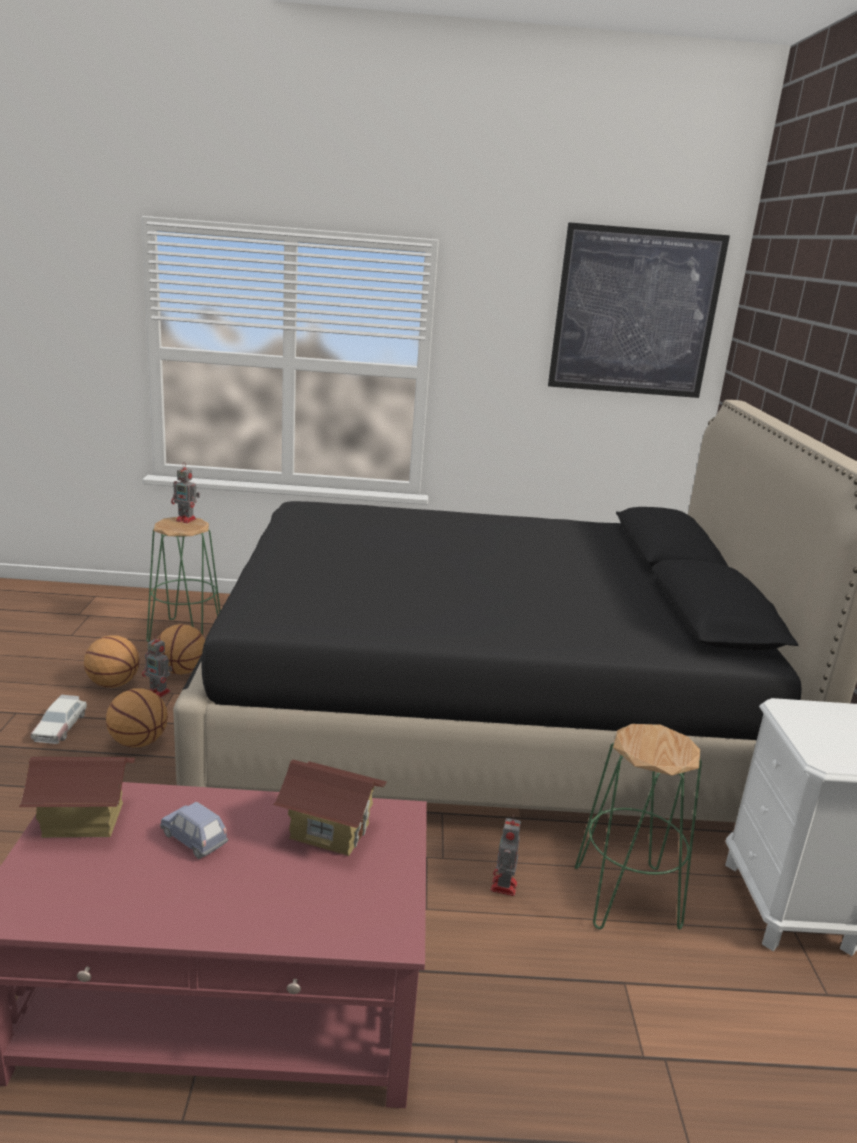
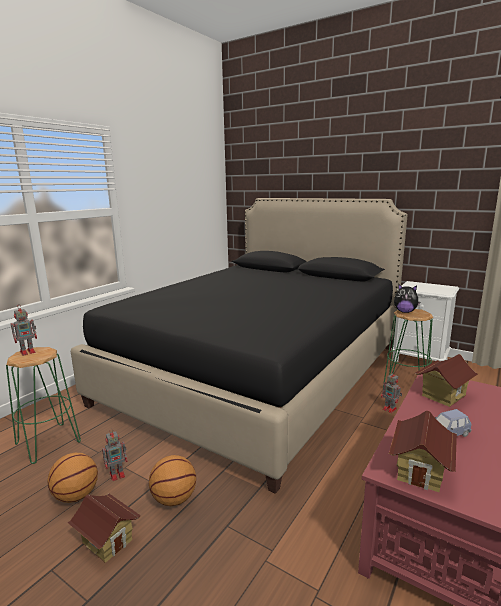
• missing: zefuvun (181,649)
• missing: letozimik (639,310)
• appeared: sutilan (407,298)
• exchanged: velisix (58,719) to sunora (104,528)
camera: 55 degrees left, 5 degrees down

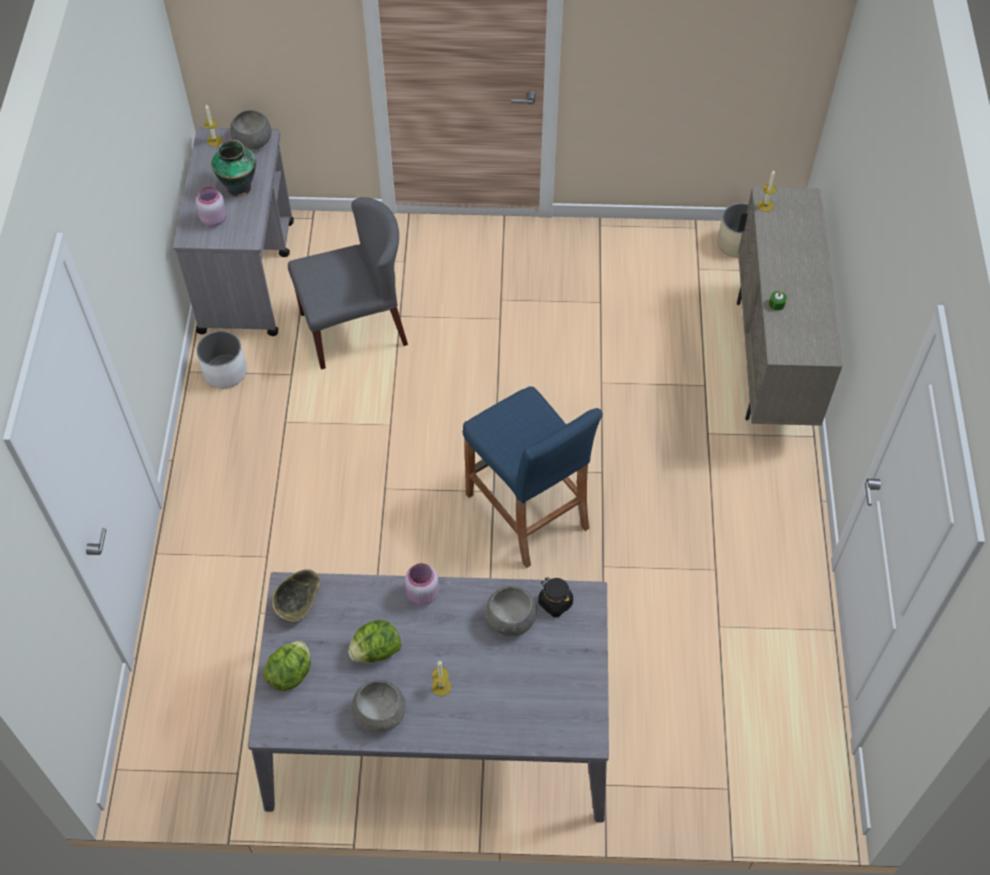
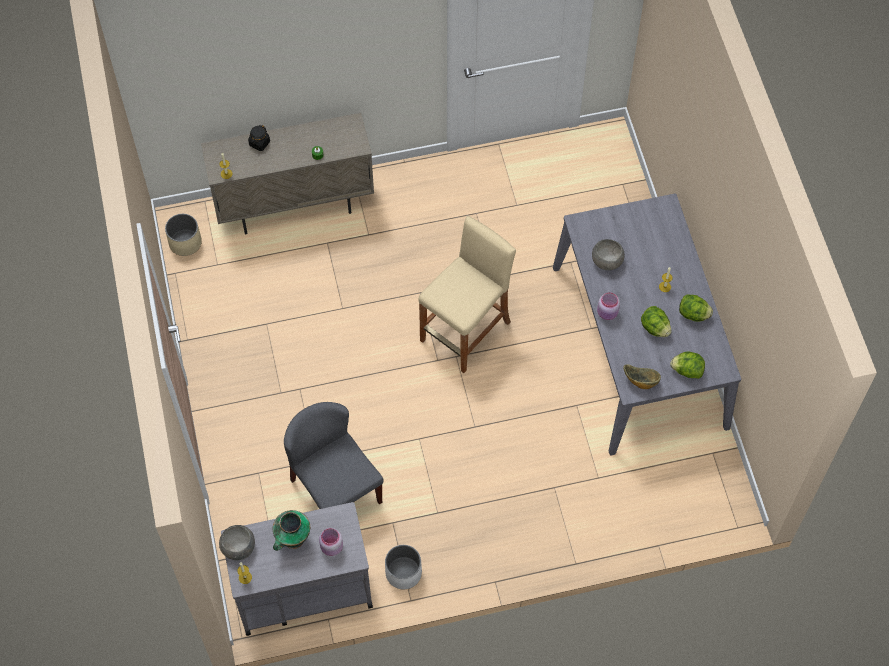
• relocated: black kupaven (555,597) to (259,138)
• exchanged: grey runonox (379,706) to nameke (696,308)
• colour: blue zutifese (533,477) to beige zutifese (467,294)
camera: 105 degrees left, 5 degrees up

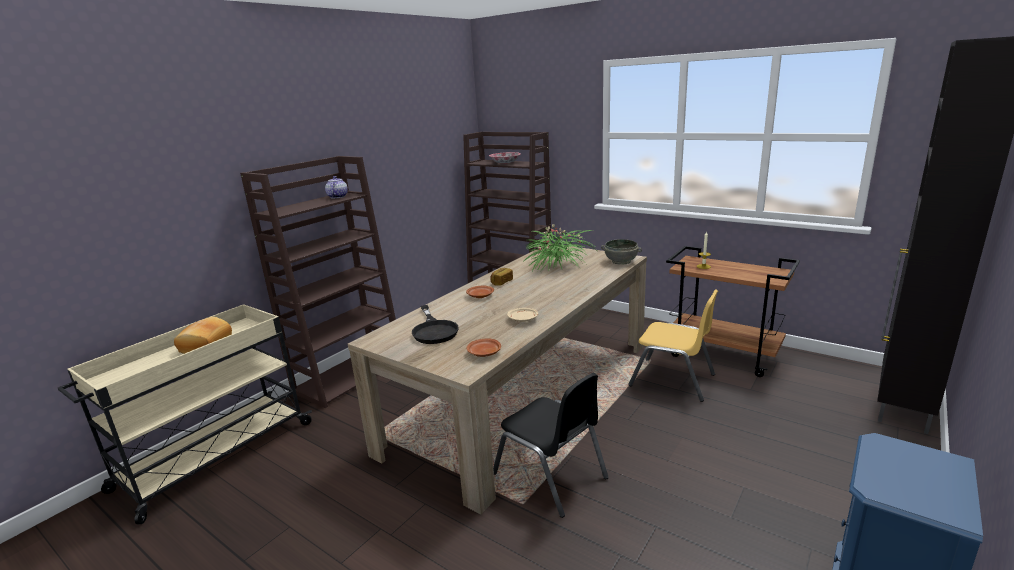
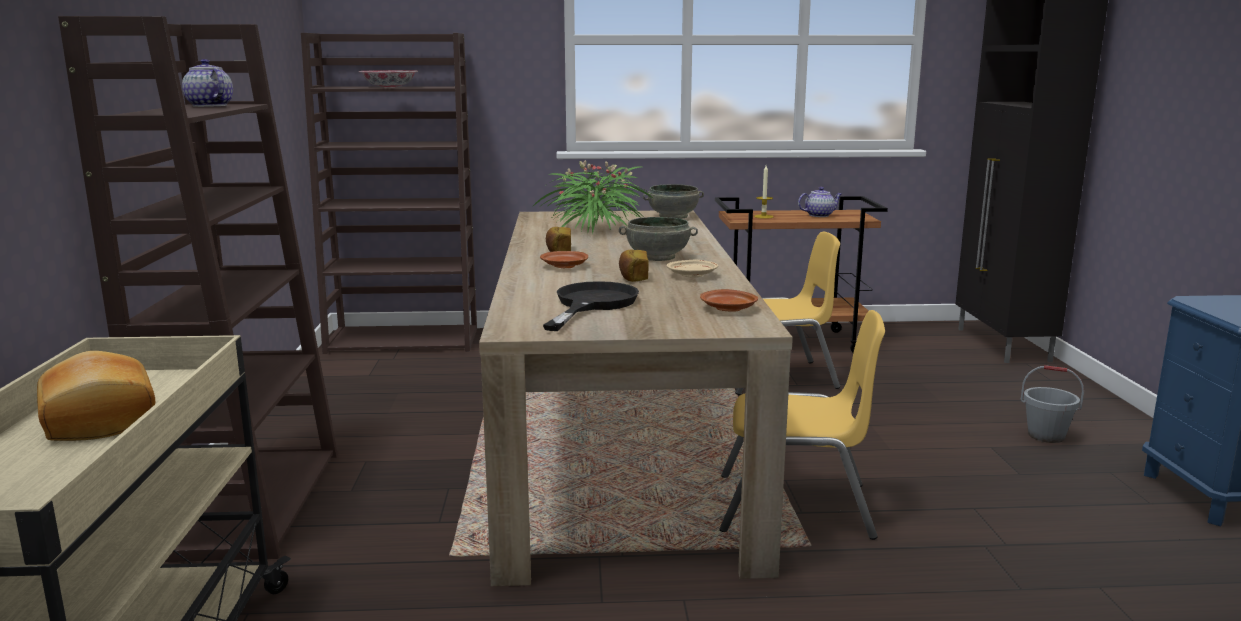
• appeared: grey runonox (658,239)
• appeared: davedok (634,265)
• appeared: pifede (820,202)
• appeared: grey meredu (1052,404)
• colour: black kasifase (551,445) to yellow kasifase (802,425)
• spun: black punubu (435,324) = (591,306) 105 degrees counterclockwise
camera: 40 degrees left, 5 degrees down

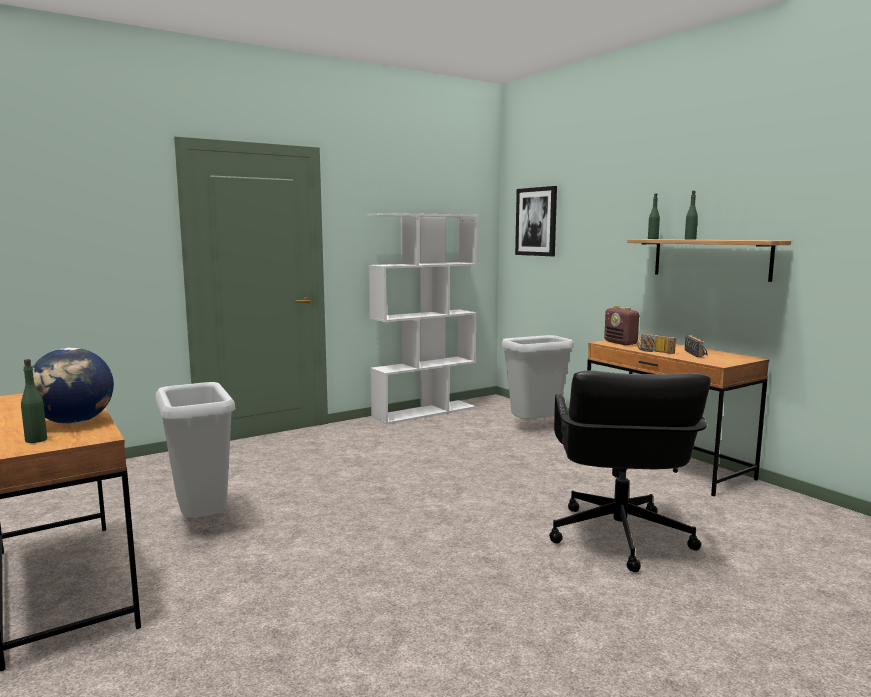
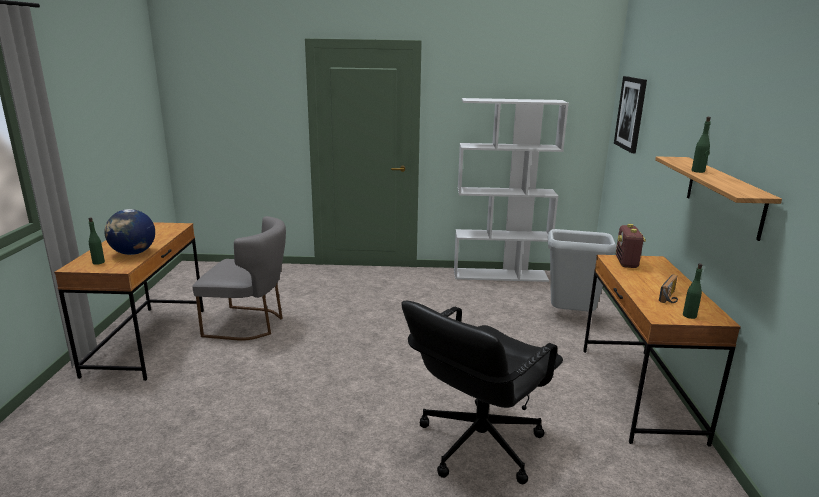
• missing: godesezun (657,344)
• relocated: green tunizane (654,216) to (692,291)
• exchanged: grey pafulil (195,450) to grey kasifase (239,278)
camera: 35 degrees right, 10 degrees up

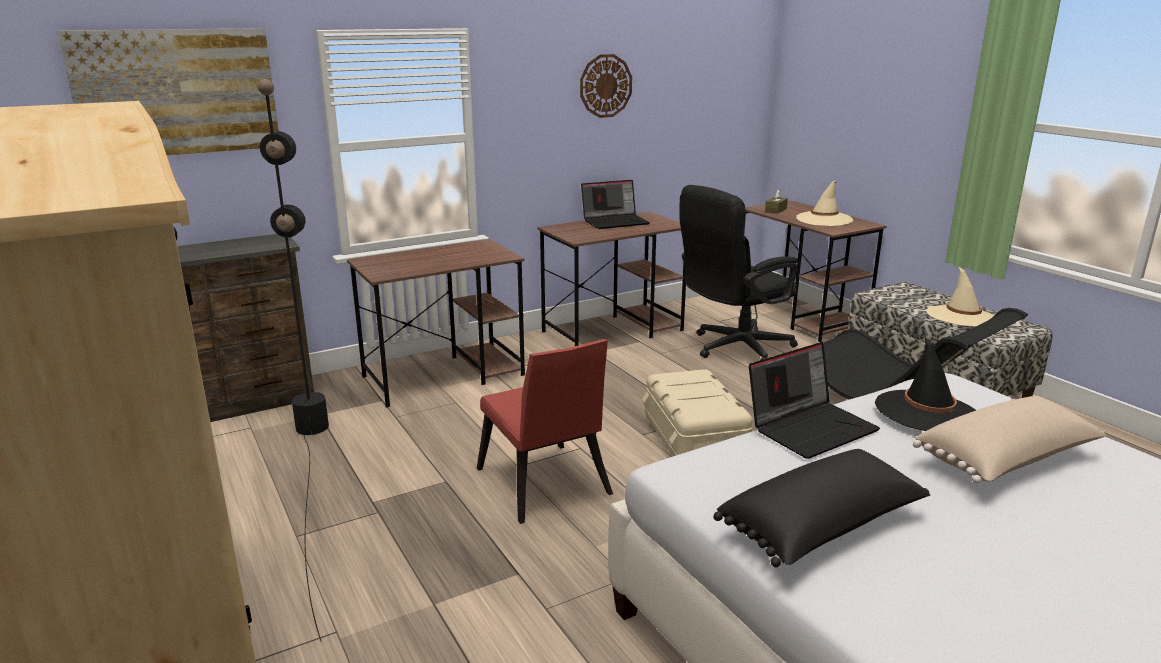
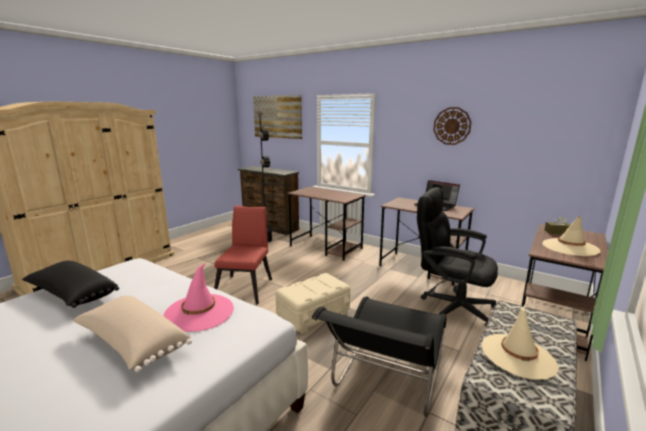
• missing: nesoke (814,400)
• colour: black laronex (925,384) to pink laronex (199,297)
• spun: red kasifase (545,431) = (243,255) 150 degrees clockwise
camera: 65 degrees right, 5 degrees down

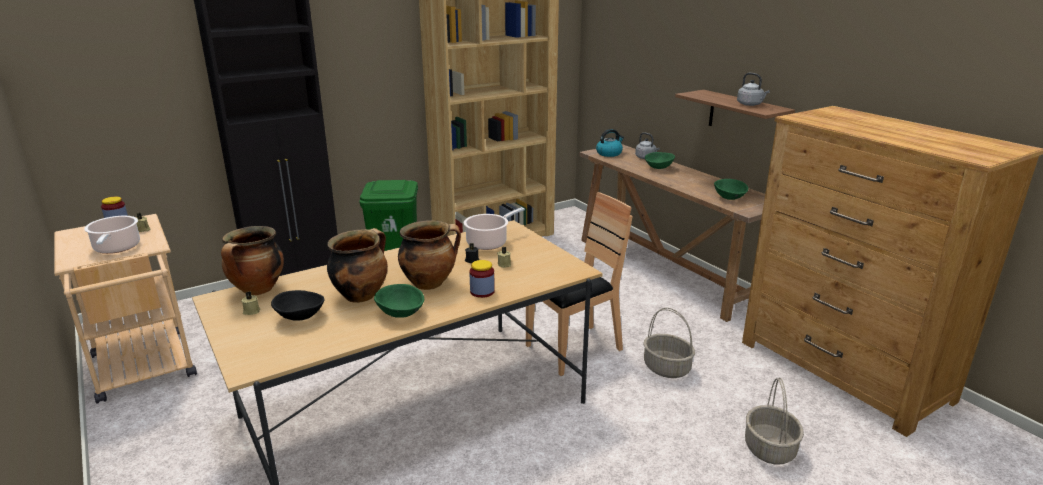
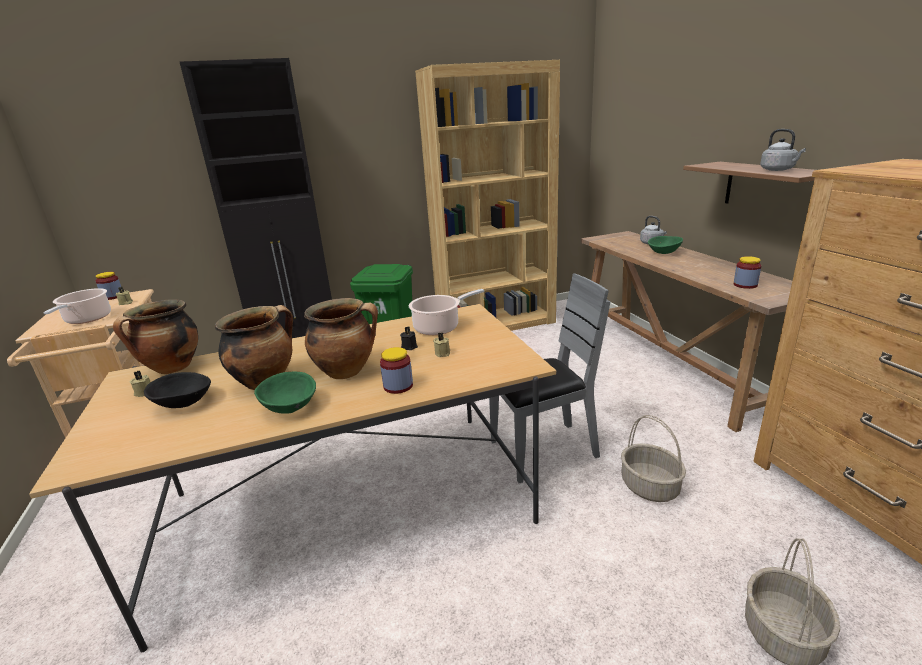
• missing: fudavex (610,143)
• exchanged: green runonox (731,189) to kupaven (747,272)
• colour: brown kasifase (579,284) to grey kasifase (549,378)
camera: 15 degrees right, 0 degrees up

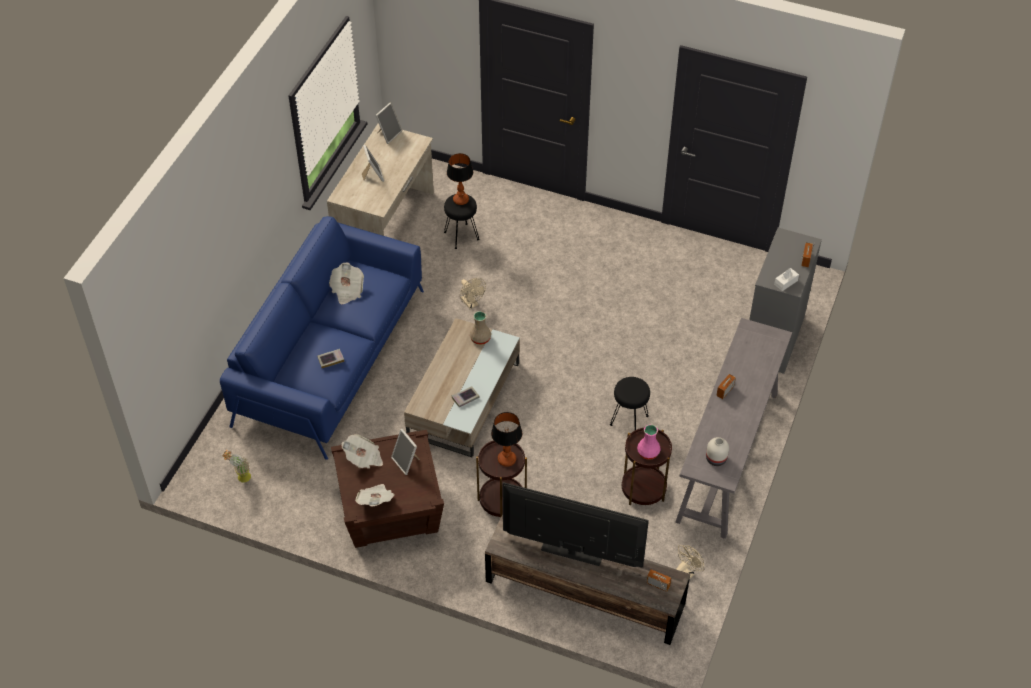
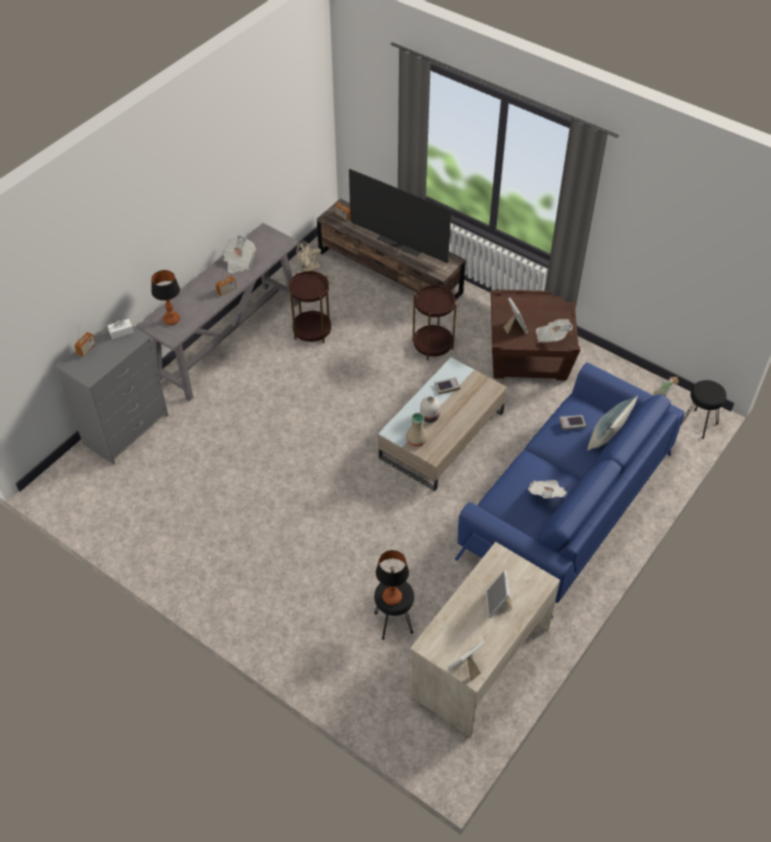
• missing: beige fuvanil (473,293)
• missing: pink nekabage (649,442)
• appeared: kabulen (613,423)
• relocated: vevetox (374,495) to (239,254)
• relocated: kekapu (506,439) to (165,297)
• relocated: black zutifese (630,403) to (704,409)
• relocated: white nekabage (717,451) to (430,409)
camera: 165 degrees left, 0 degrees up

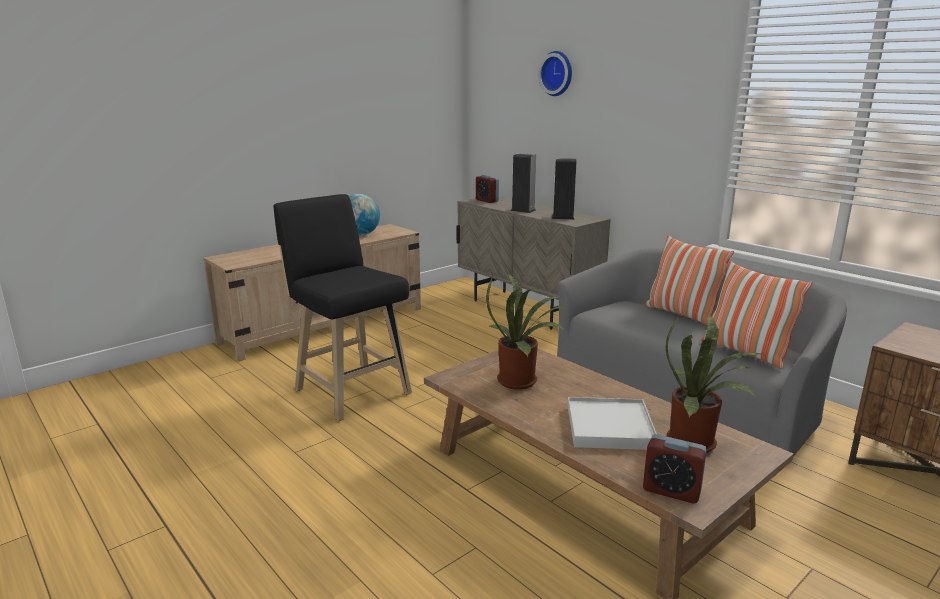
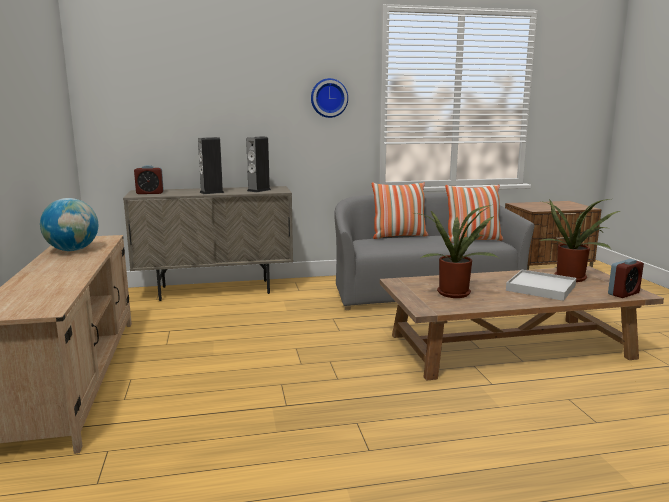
• missing: black zutifese (342,307)
• relocated: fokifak (555,73) to (329,98)
camera: 60 degrees left, 5 degrees down

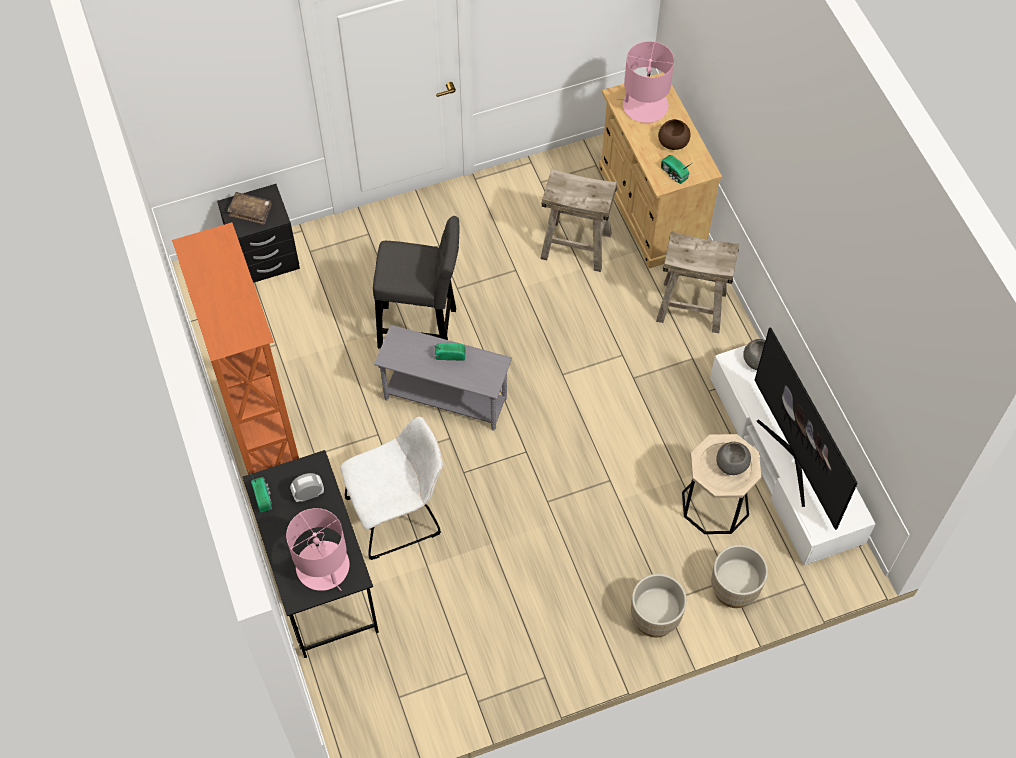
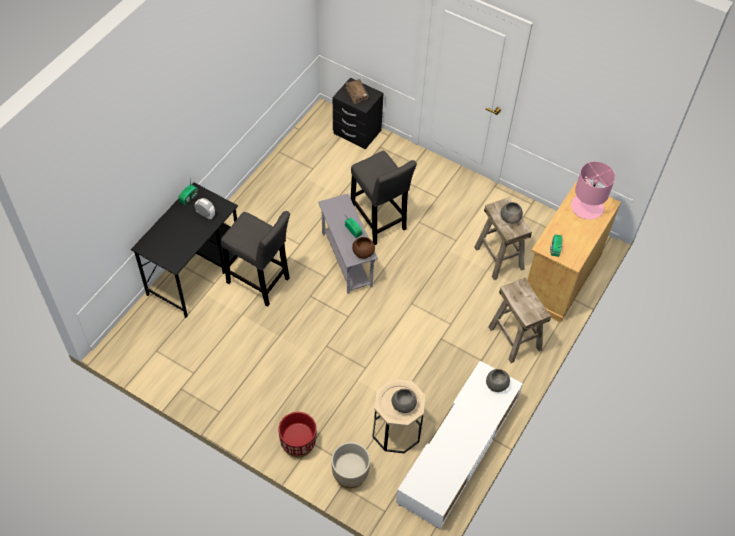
• missing: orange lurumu (235,348)
• missing: pink kekapu (318,549)
• missing: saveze (806,428)
• appeared: grey runonox (512,213)
• relocated: brown runonox (674,134) to (363,248)
• exchanged: white kasifase (391,488) to grey zutifese (255,258)
• colour: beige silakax (659,605) to red silakax (297,435)
camera: 50 degrees right, 5 degrees down

